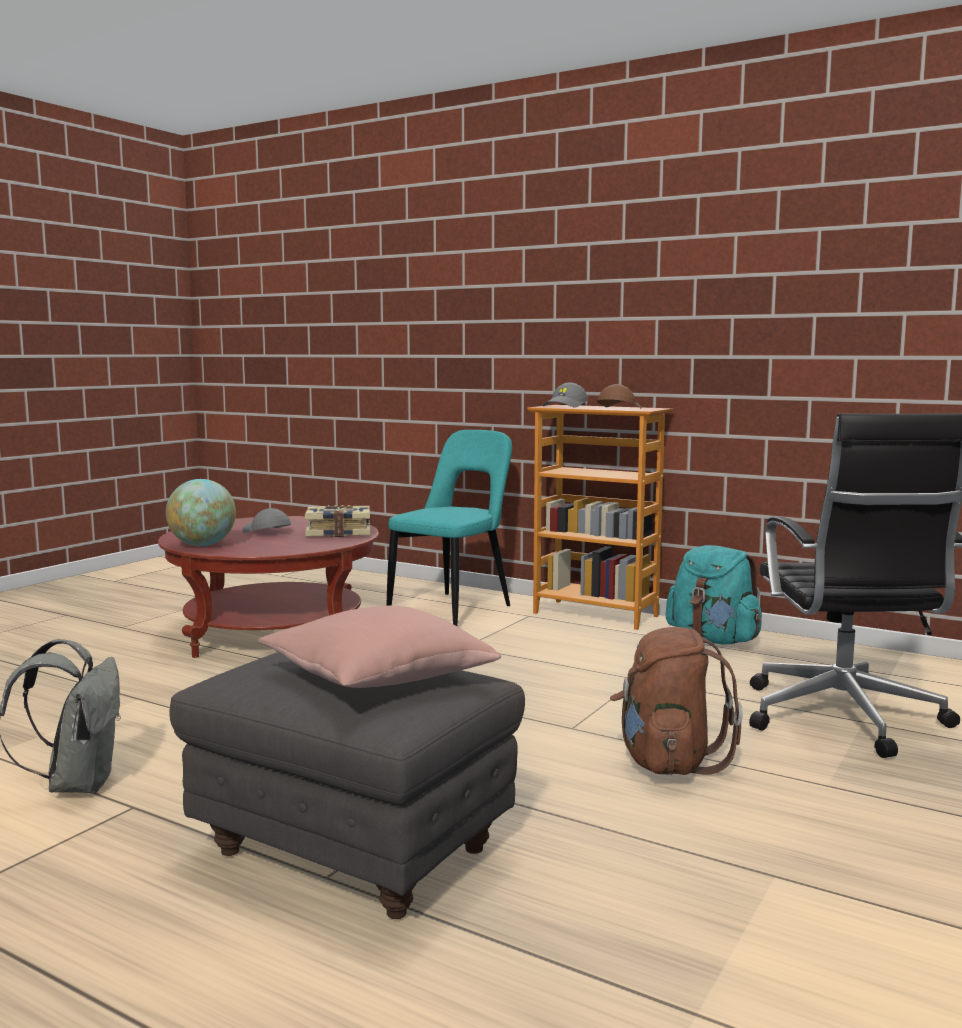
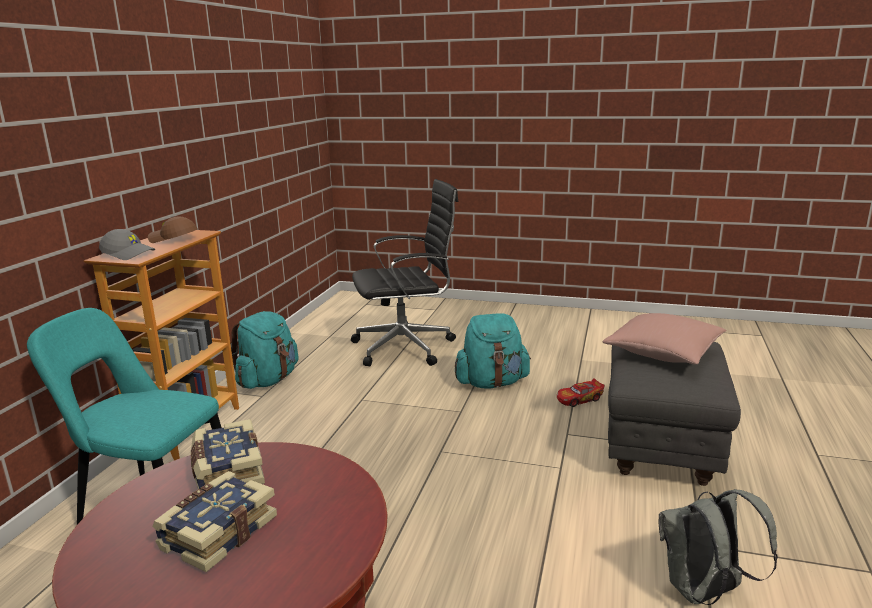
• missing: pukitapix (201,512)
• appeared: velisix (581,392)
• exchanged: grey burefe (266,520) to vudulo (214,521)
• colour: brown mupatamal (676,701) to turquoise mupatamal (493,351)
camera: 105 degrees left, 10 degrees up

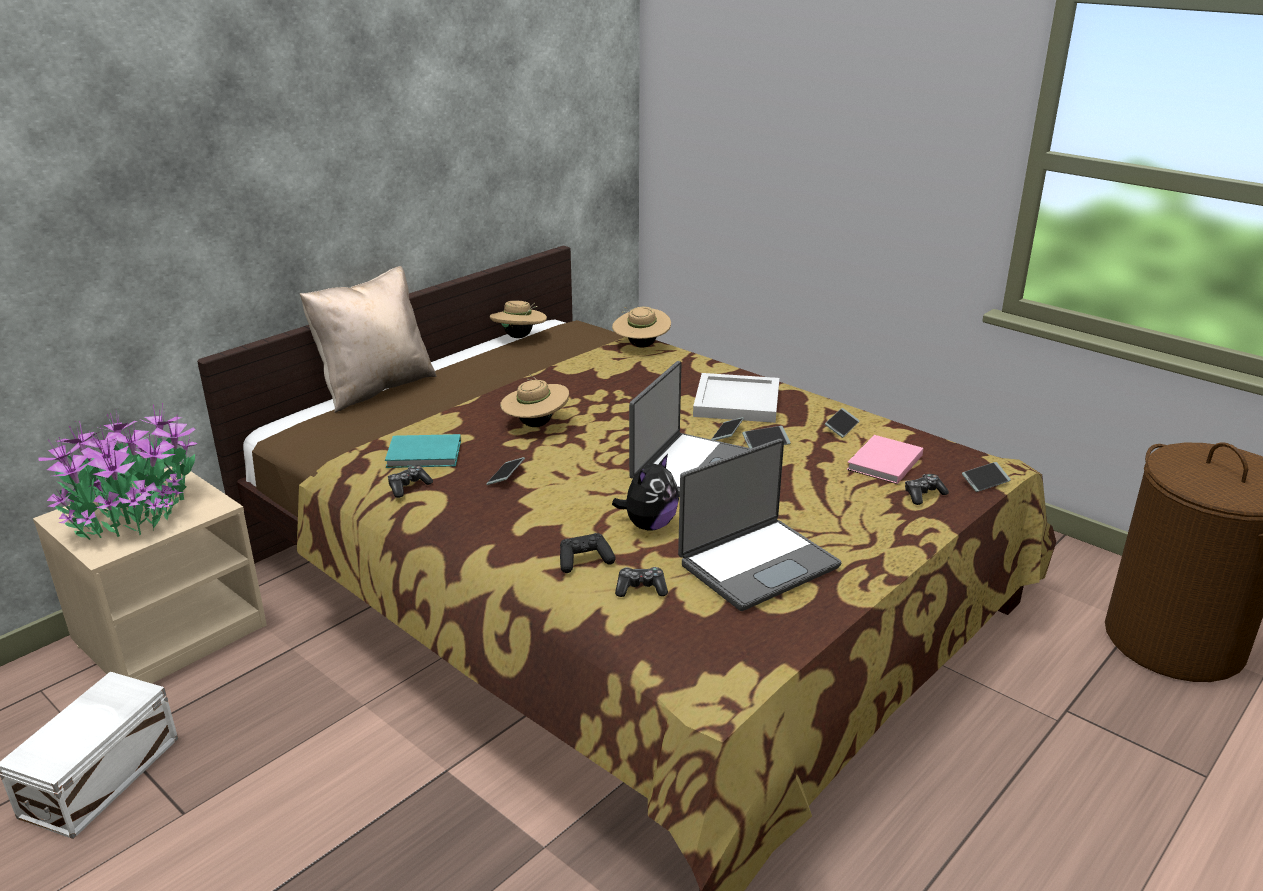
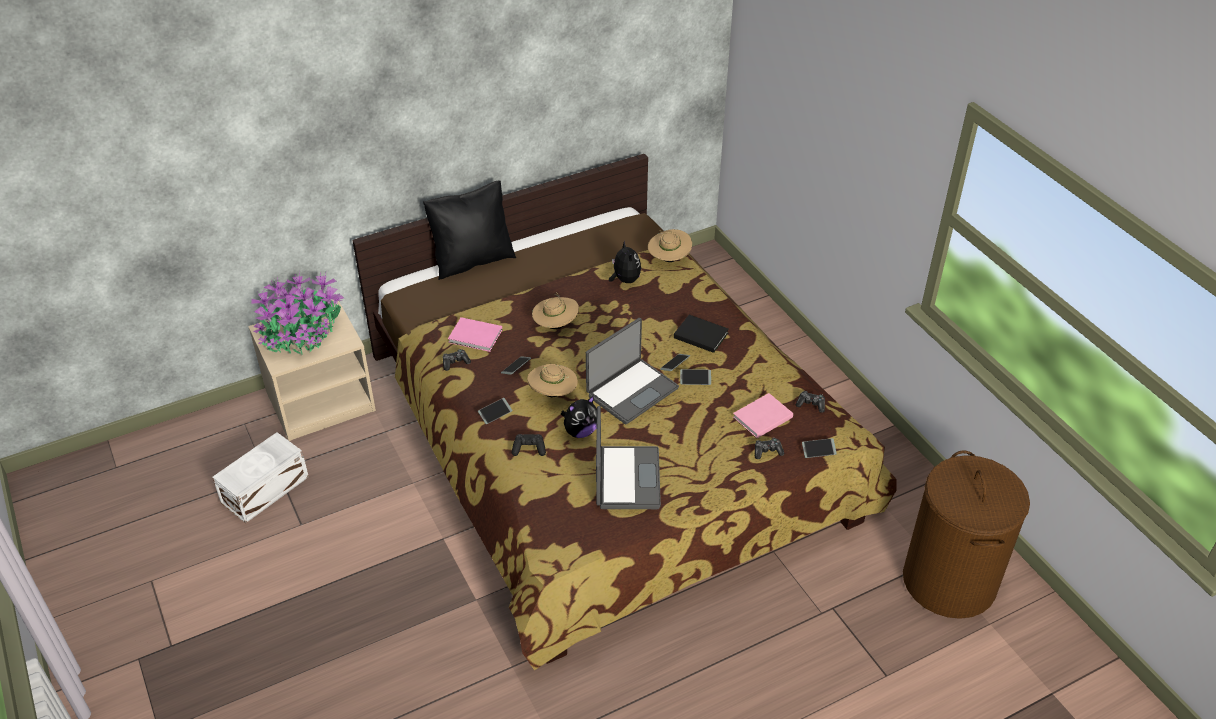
• appeared: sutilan (625,261)
• relocated: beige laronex (518,319) to (552,380)
• relocated: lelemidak (641,582) to (810,402)
• relocated: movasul (842,423) to (495,411)
• exchanged: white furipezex (736,398) to black vudulo (701,334)
• colour: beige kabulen (368,339) to black kabulen (469,230)
• colour: turquoise vudulo (423,451) to pink vudulo (475,334)
• spun: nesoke (759,525) = (628,457) 75 degrees counterclockwise
camera: 20 degrees right, 15 degrees up

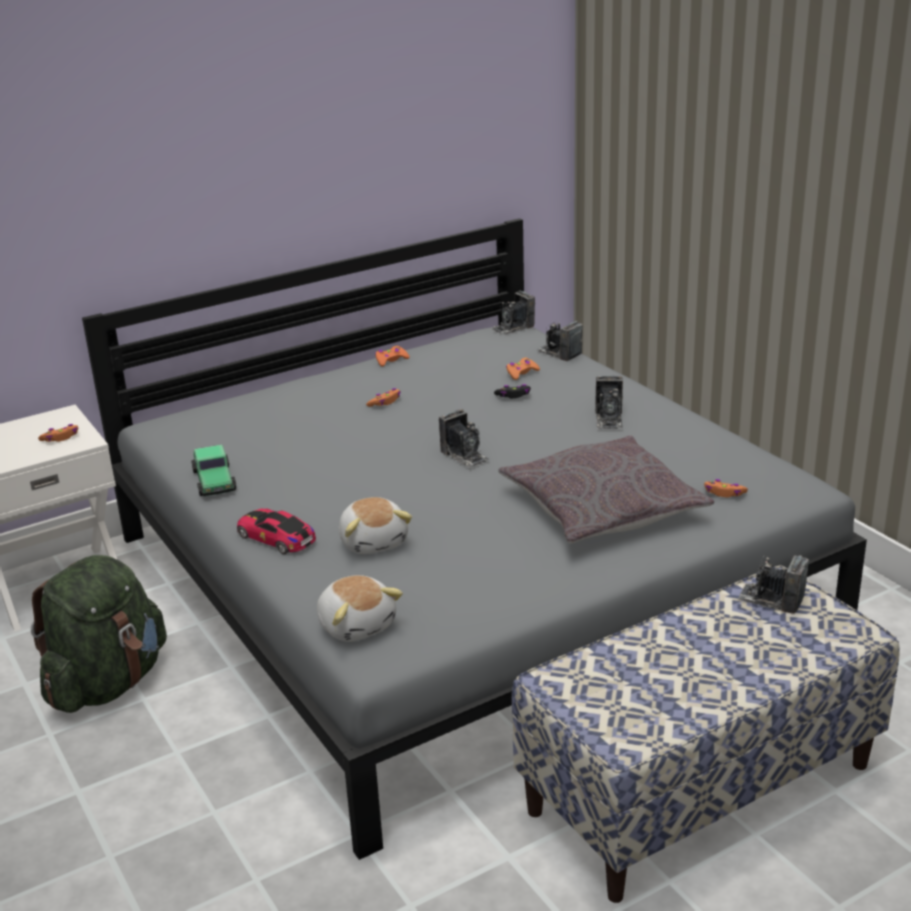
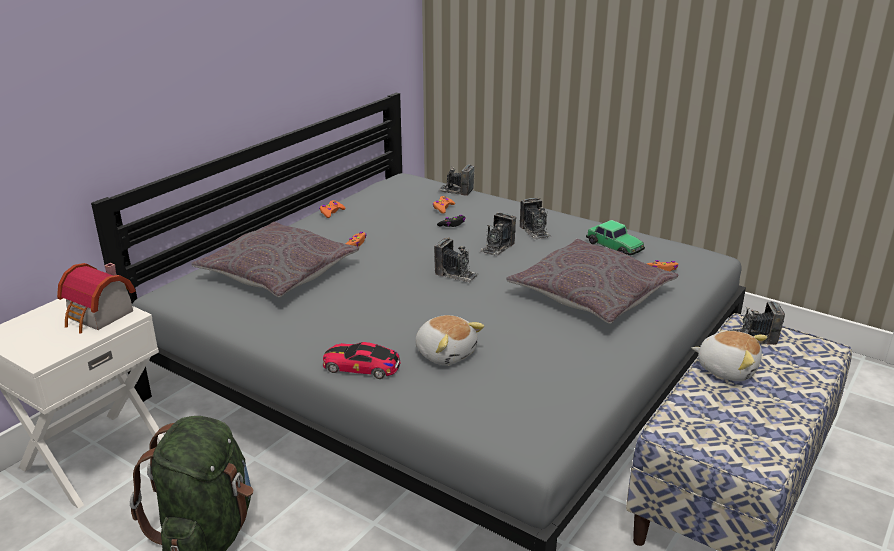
• appeared: grey kabulen (275,259)
• relocated: velisix (213,470) to (615,238)
• relocated: sutilan (360,608) to (729,356)
• relocated: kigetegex (513,313) to (497,234)
• exchanged: orange lelemidak (58,433) to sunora (96,298)
camera: 25 degrees left, 0 degrees up

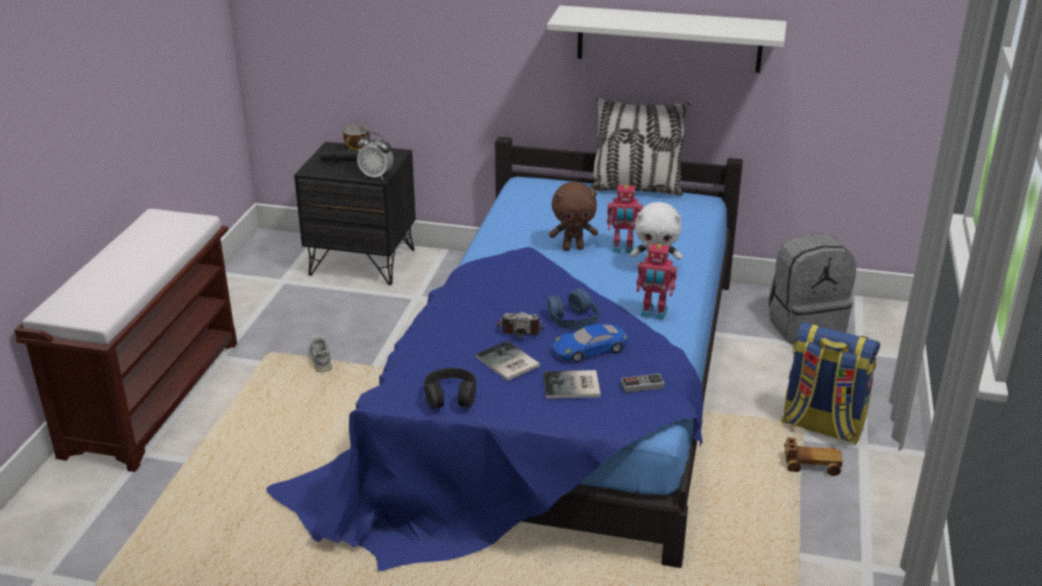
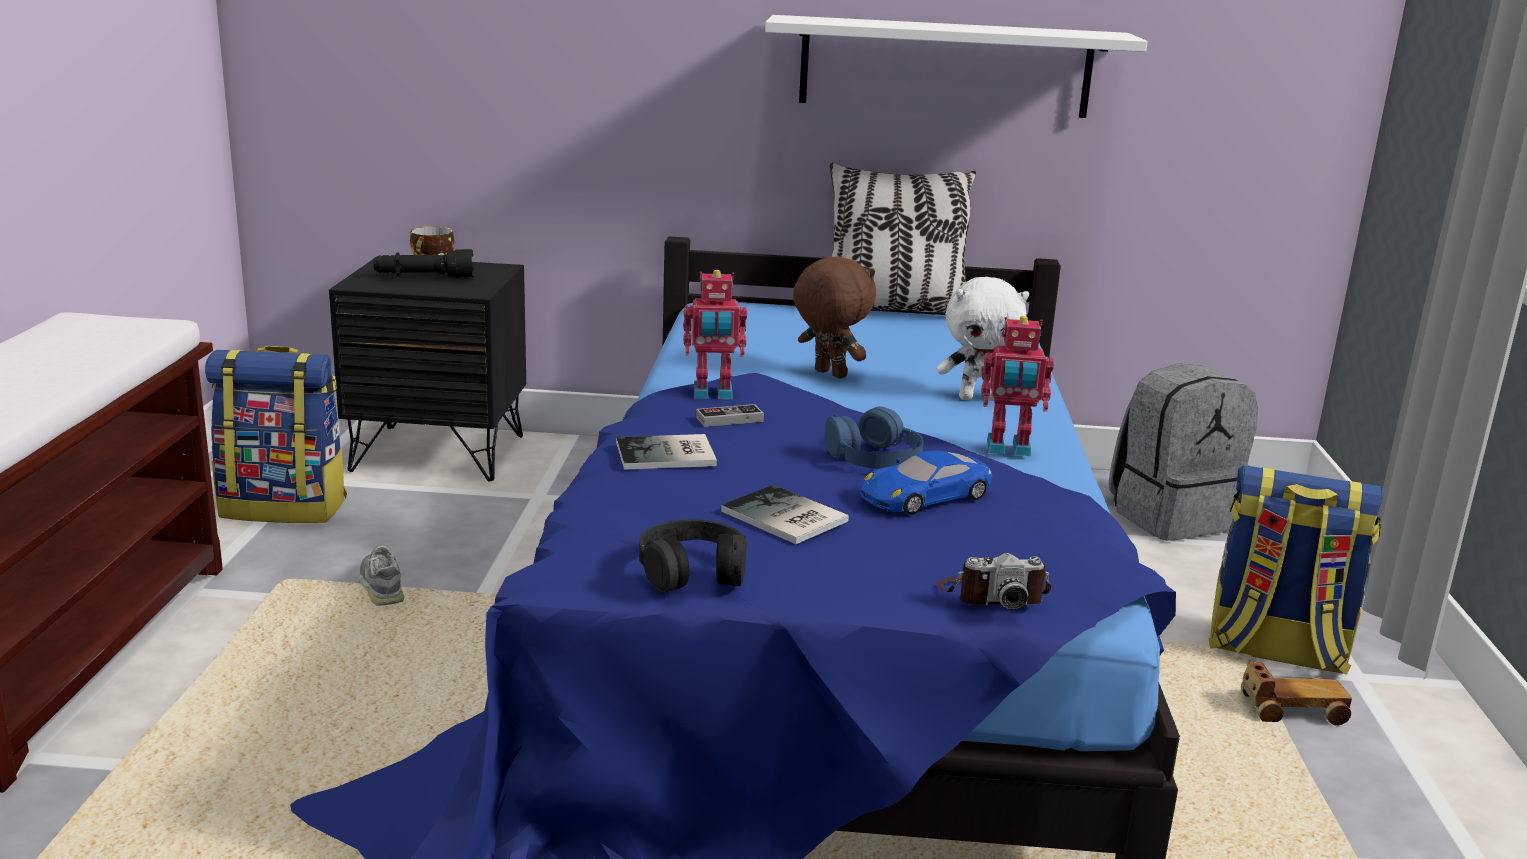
• missing: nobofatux (375,156)
• appeared: mupatamal (276,434)
• relocated: kigetegex (520,324) to (994,581)
• relocated: vudulo (572,384) to (666,452)
• relocated: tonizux (625,218) to (715,334)
• relocated: lelemidak (643,383) to (730,415)
• spun: brown sutilan (573,216) = (834,317) 120 degrees counterclockwise
camera: 10 degrees left, 10 degrees down

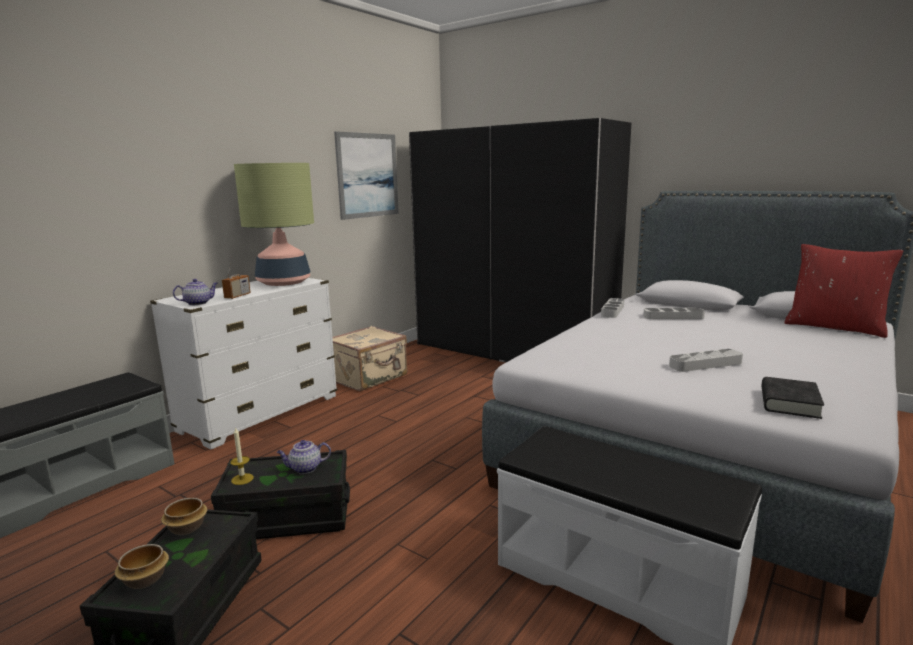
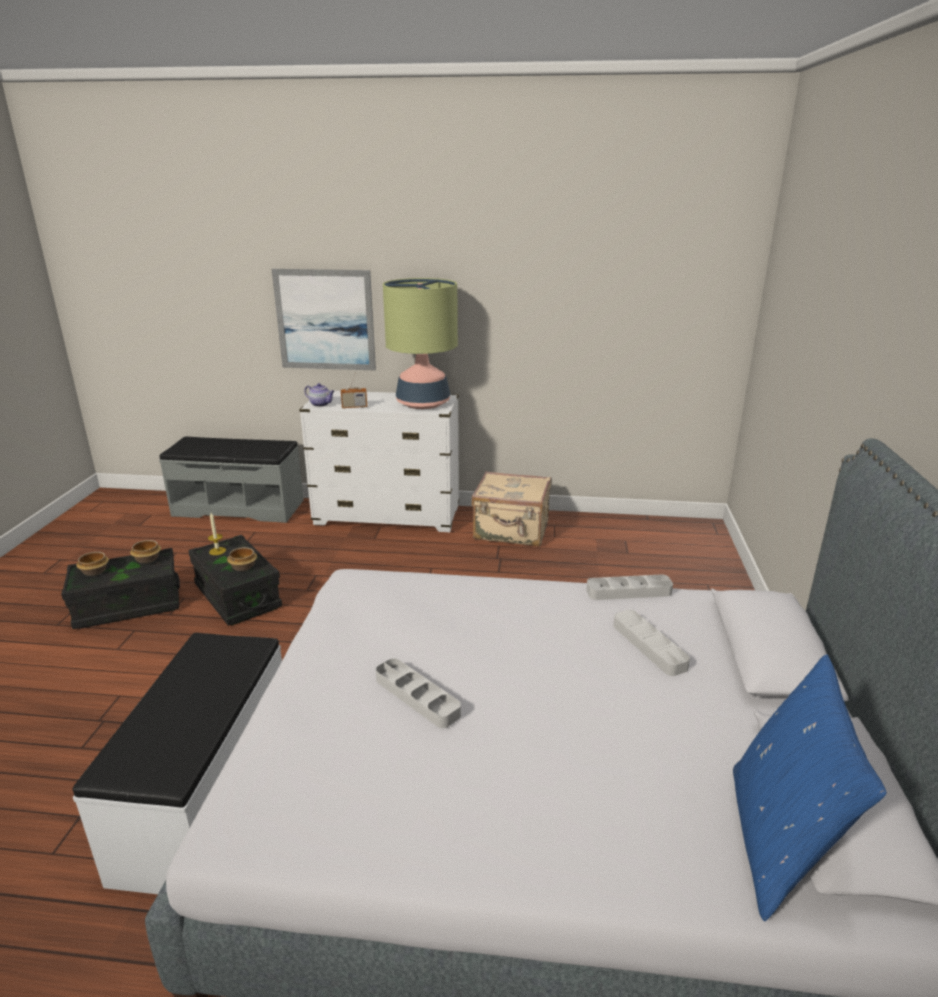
• missing: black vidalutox (520,240)
• missing: black vudulo (793,398)
• relocated: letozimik (366,175) to (324,319)
• exchanged: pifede (304,457) to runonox (242,559)
• colour: red kabulen (843,291) to blue kabulen (810,787)
camera: 60 degrees right, 10 degrees up

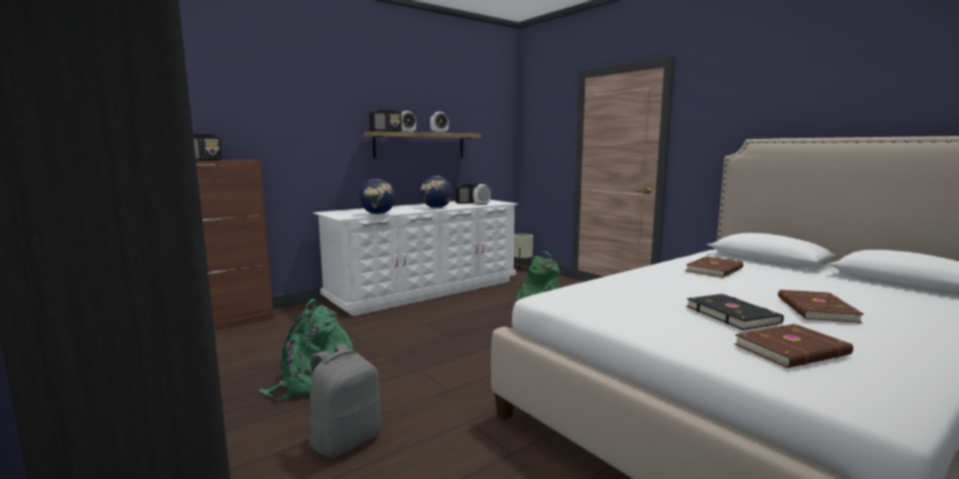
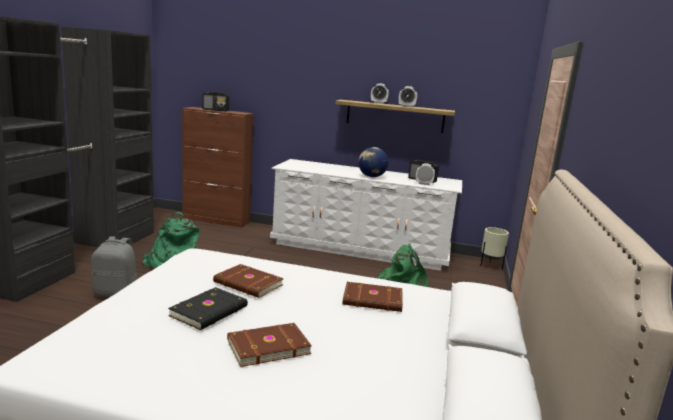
• missing: pukitapix (377,197)
• missing: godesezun (385,120)
• relocated: brown vudulo (793,346) to (248,281)
camera: 50 degrees right, 5 degrees up

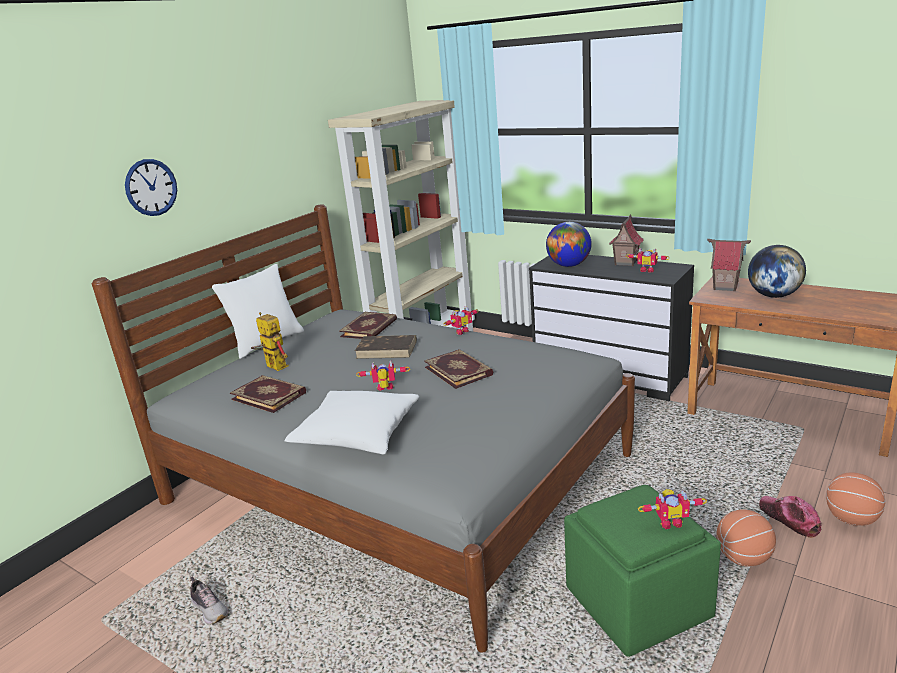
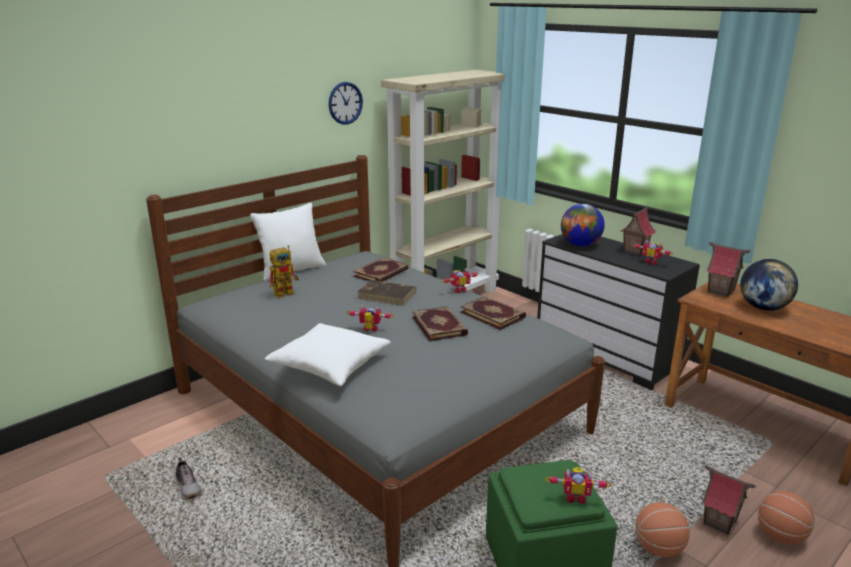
• relocated: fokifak (151,187) to (345,103)
• relocated: vudulo (268,394) to (493,313)
• exchanged: burefe (790,517) to sunora (729,500)
• spun: tonizux (270,341) = (284,271) 90 degrees clockwise
camera: 10 degrees right, 0 degrees up

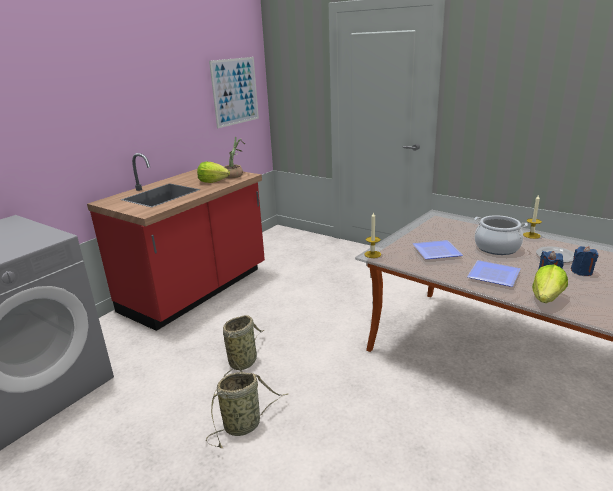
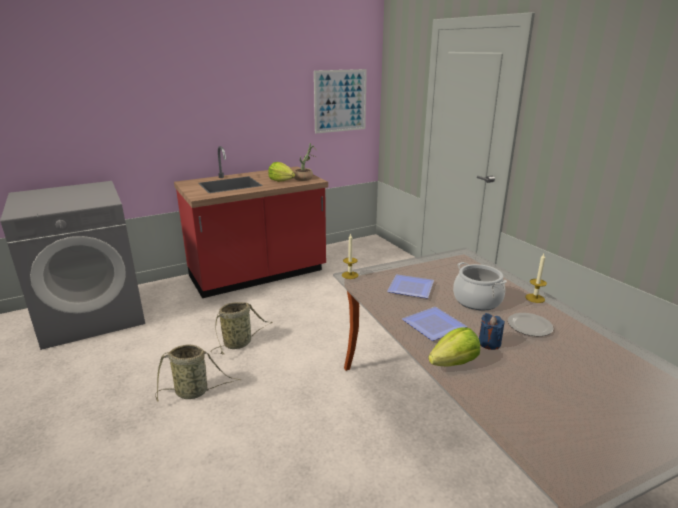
• missing: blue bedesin (584,261)
camera: 25 degrees right, 0 degrees up

